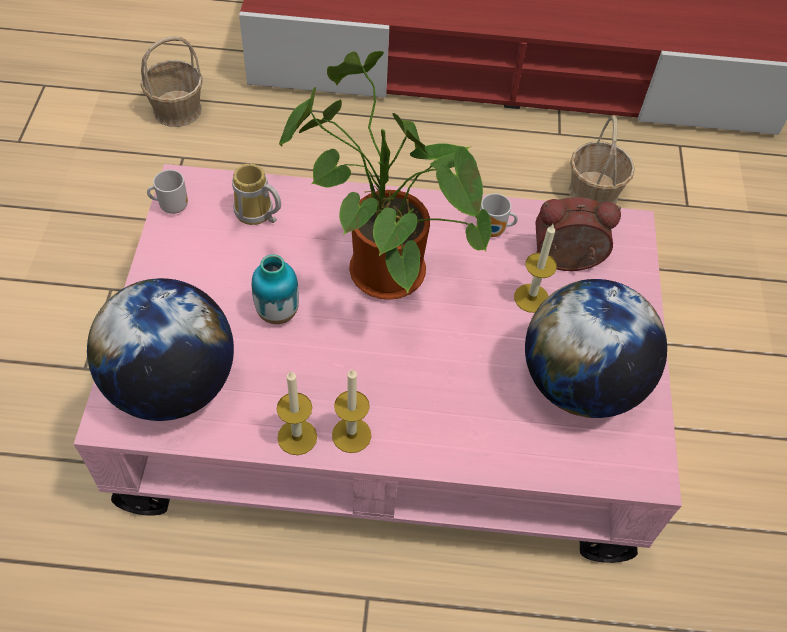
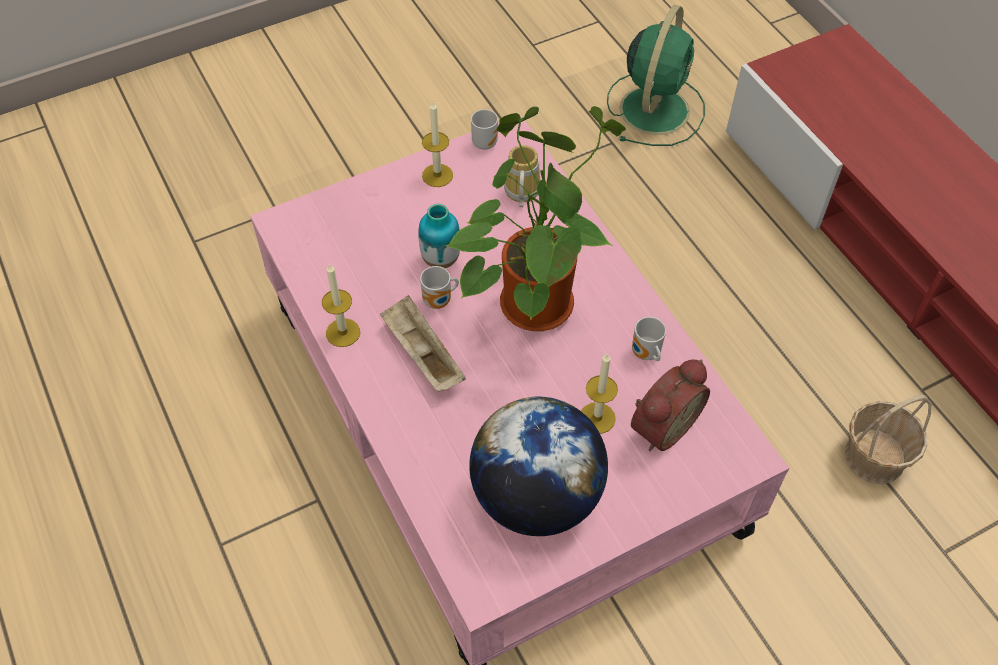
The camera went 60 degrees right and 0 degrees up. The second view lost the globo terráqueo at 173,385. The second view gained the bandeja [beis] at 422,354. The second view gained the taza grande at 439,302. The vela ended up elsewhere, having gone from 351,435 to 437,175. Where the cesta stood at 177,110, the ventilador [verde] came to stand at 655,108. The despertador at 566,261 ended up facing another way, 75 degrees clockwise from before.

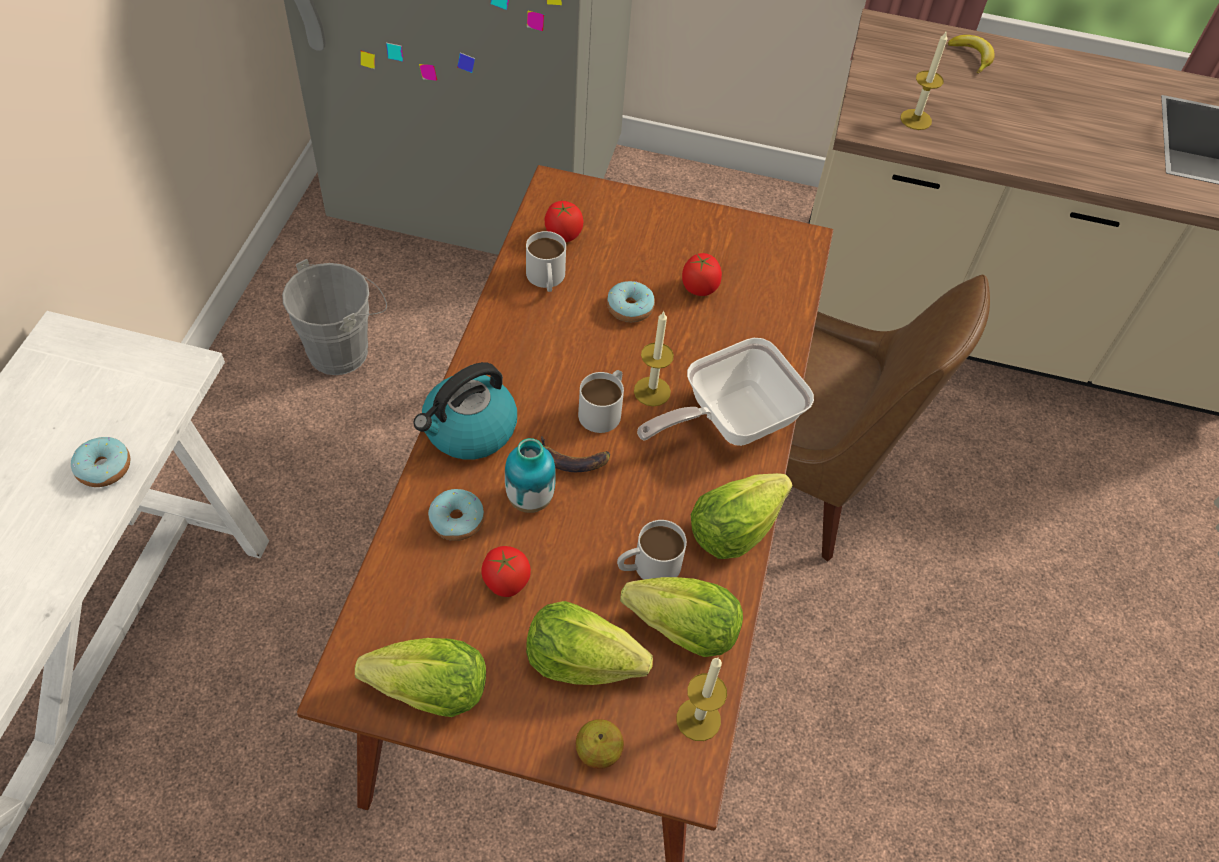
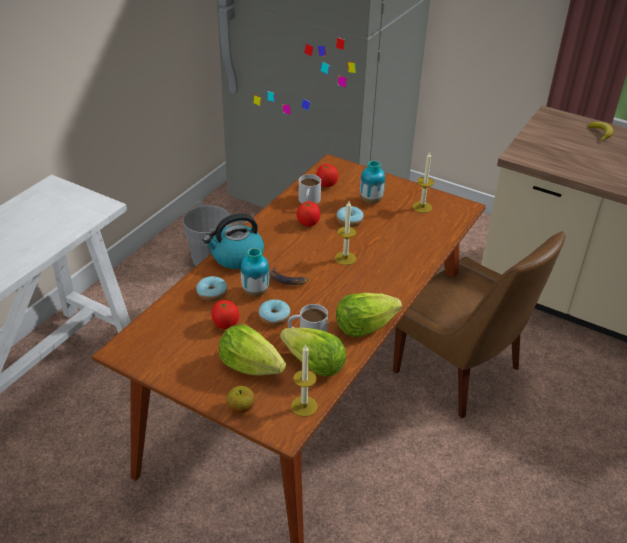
The camera went 20 degrees right and 15 degrees down. The second view lost the lechuga at 431,691. The second view lost the taza grande [blanco] at 604,409. The second view lost the sartén at 729,421. The second view gained the florero at 371,201. The rosquilla ended up elsewhere, having gone from 104,468 to 274,317. The tomate ended up elsewhere, having gone from 699,288 to 308,223. The vela ended up elsewhere, having gone from 916,119 to 422,207.

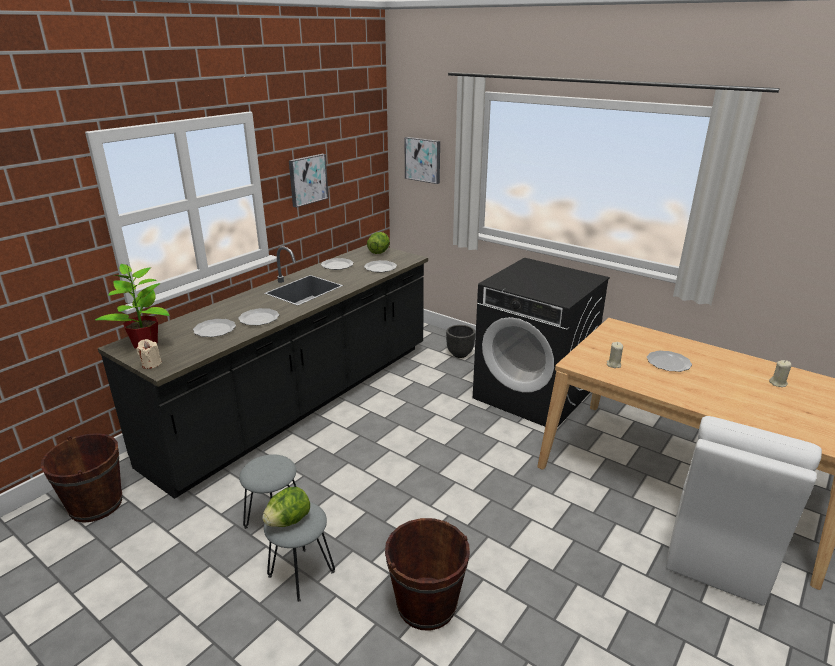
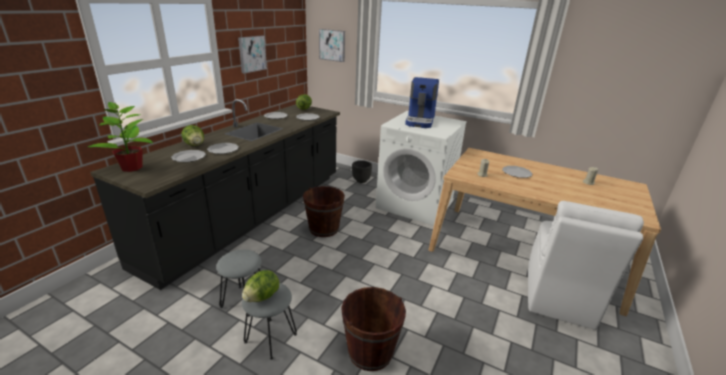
The camera went 10 degrees left and 0 degrees up. The second view lost the vela [beis] at 151,364. The second view gained the lechuga at 195,145. The second view gained the cafetera at 420,121. The cubo [marrón] ended up elsewhere, having gone from 96,505 to 324,229. What was the lavadora [negro] at 533,395 turned into the lavadora [blanco] at 415,204.

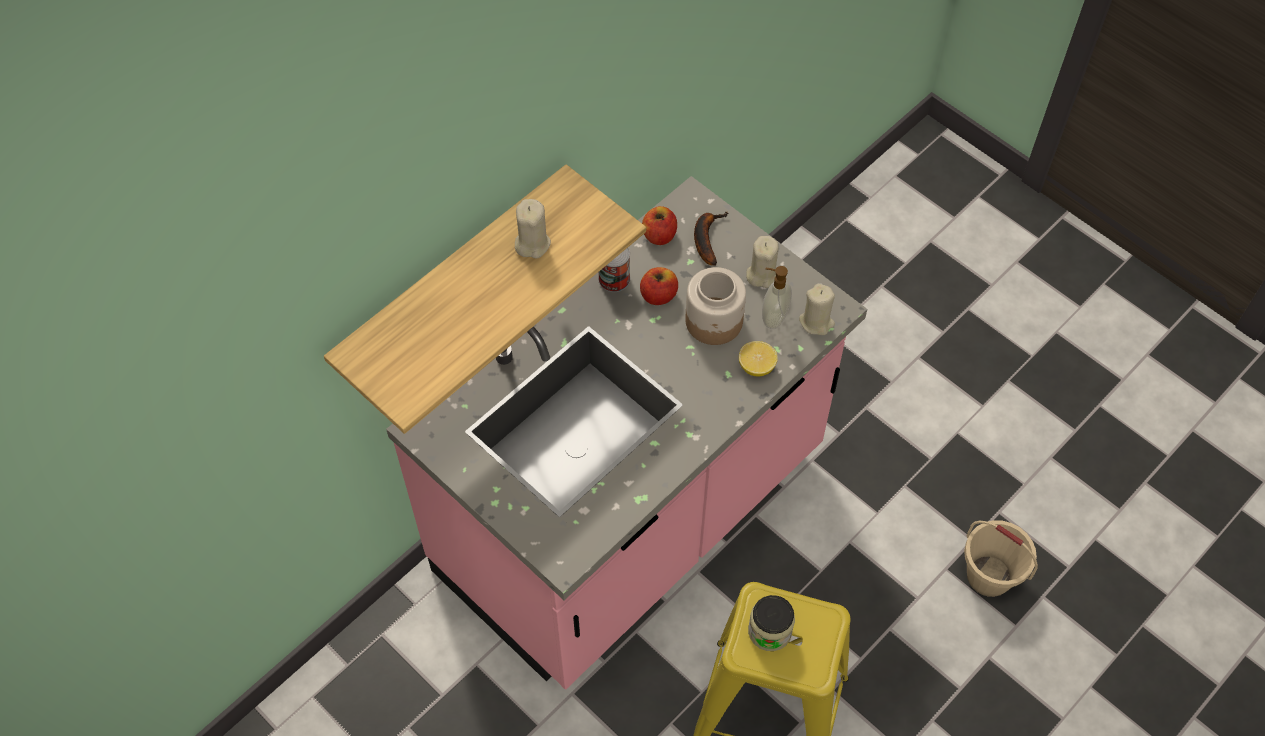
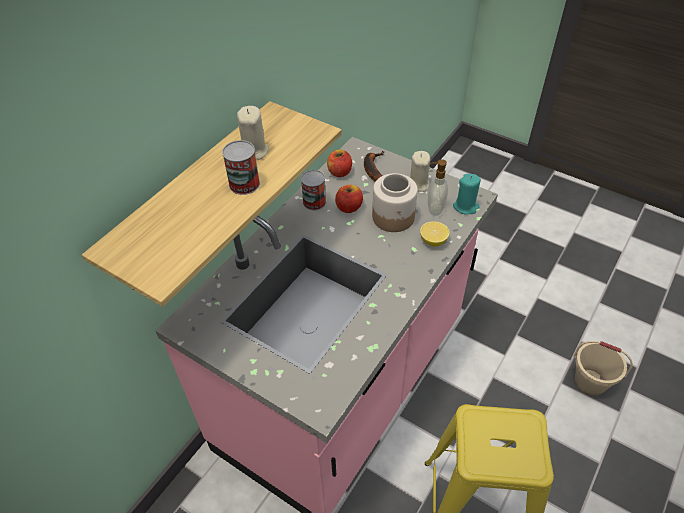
The camera went 10 degrees left and 10 degrees down. The second view lost the tarro at 769,631. The second view gained the lata at 244,184. What was the vela [beis] at 816,322 turned into the vela [turquesa] at 466,207.

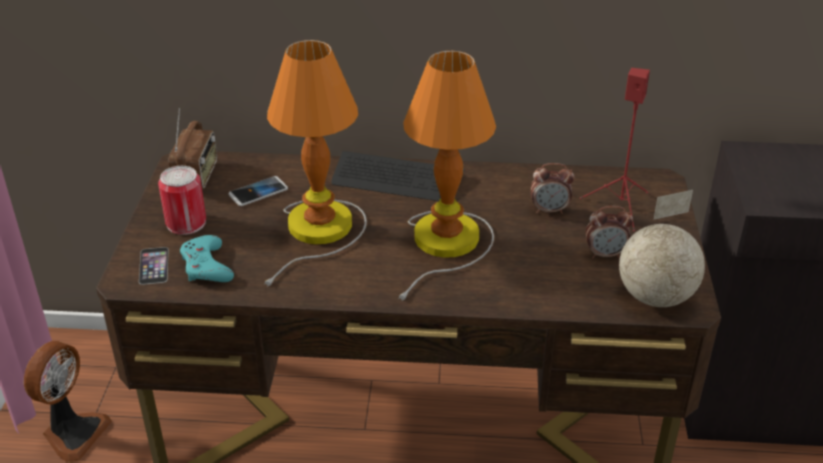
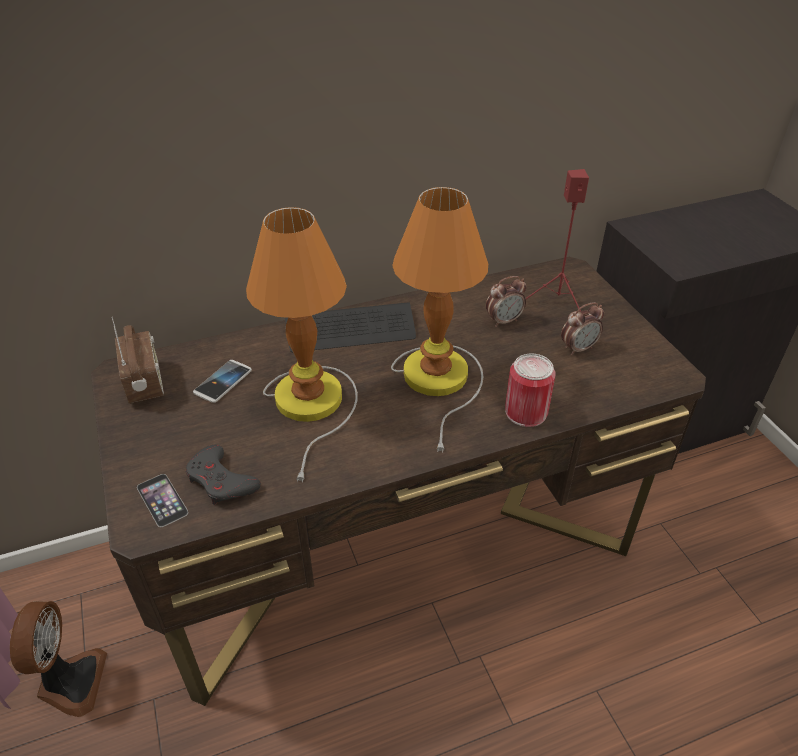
The camera went 25 degrees left and 5 degrees up. The second view lost the globo terráqueo at 656,297. The lata ended up elsewhere, having gone from 186,223 to 526,412. What was the mando de consola [turquesa] at 206,266 turned into the mando de consola [gris] at 221,481.

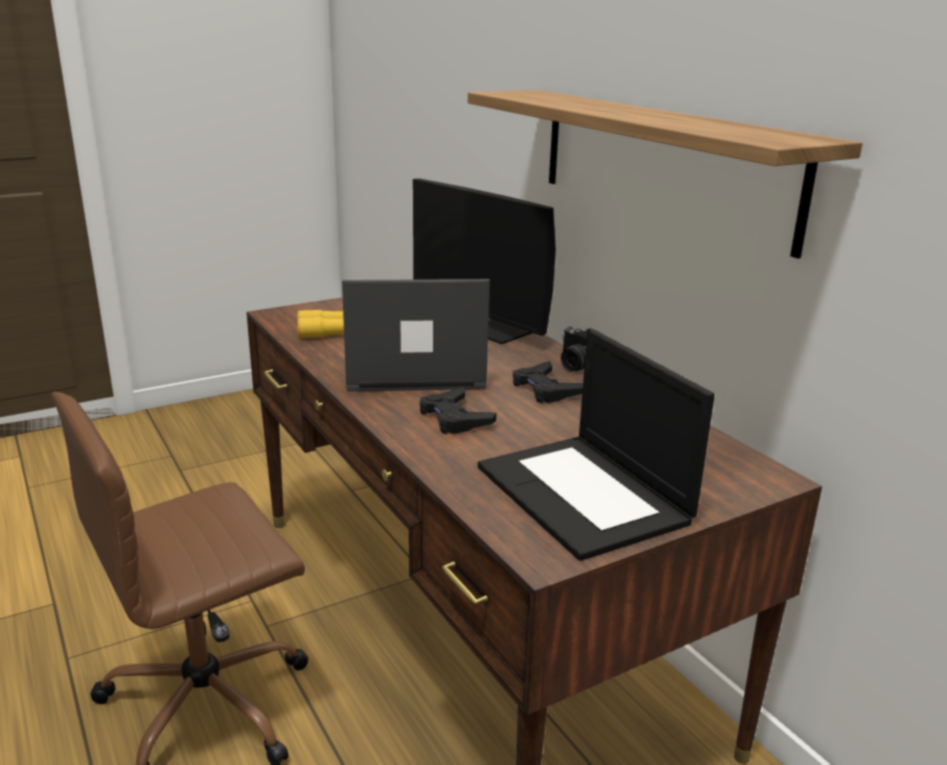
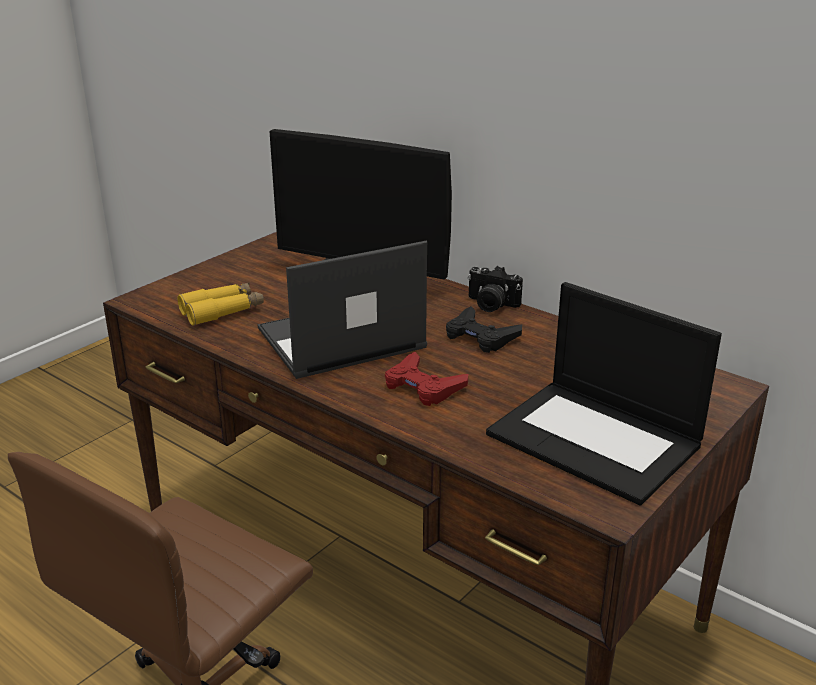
The camera went 20 degrees left and 5 degrees up. The second view lost the estante at 660,163. What was the mando de consola [negro] at 454,418 turned into the mando de consola [rojo] at 423,386.

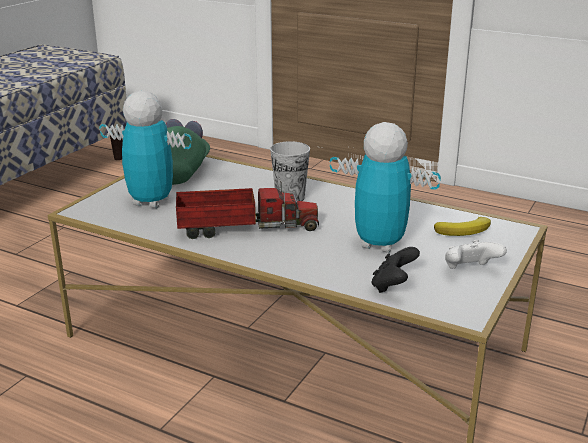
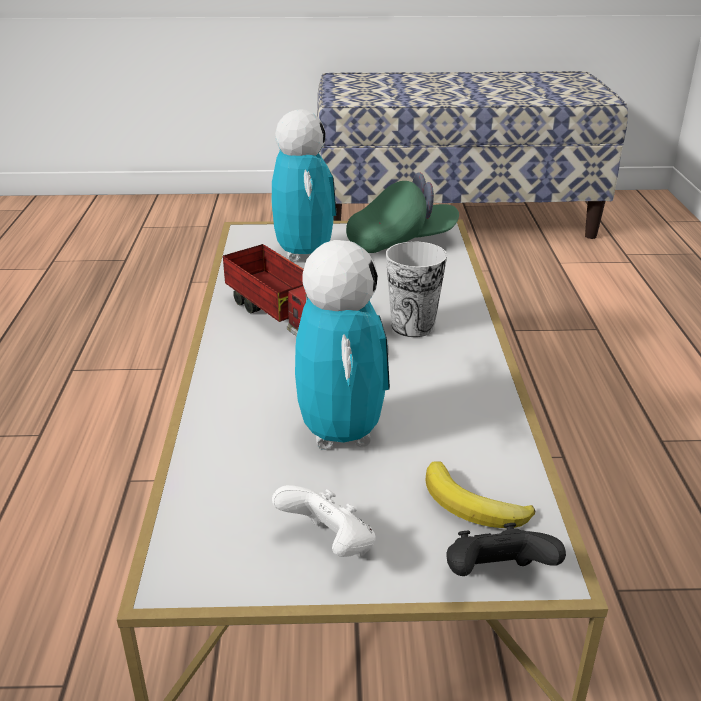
The camera went 60 degrees right and 5 degrees up. The mando de consola [negro] ended up elsewhere, having gone from 393,286 to 496,578.

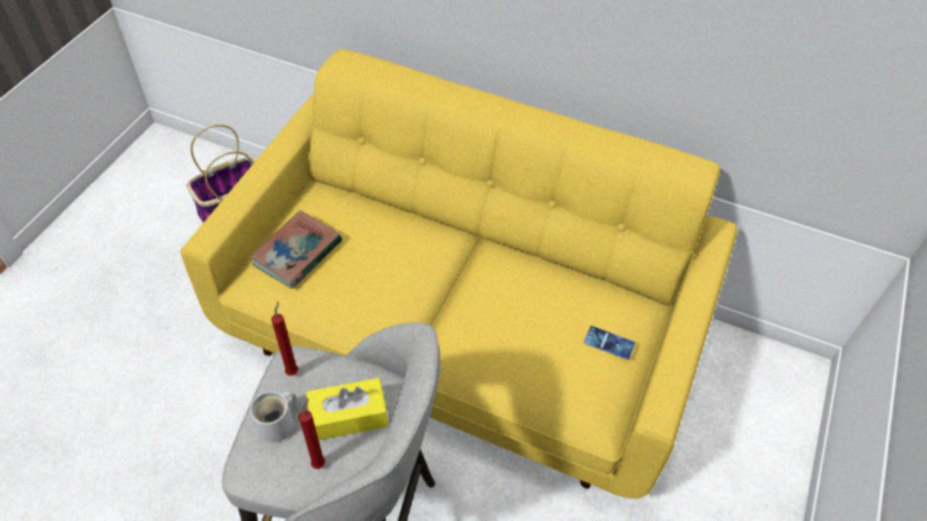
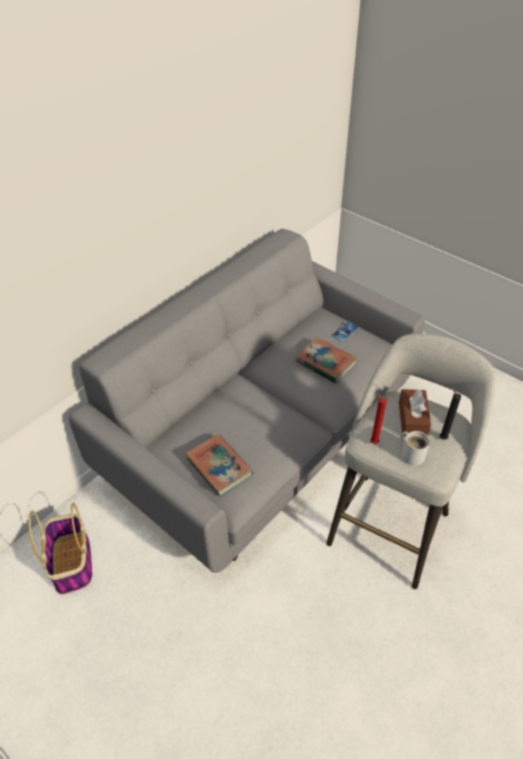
The camera went 70 degrees left and 5 degrees down. The second view gained the libro at 325,363. What was the sofá [amarillo] at 462,335 turned into the sofá [gris] at 262,436. What was the vela [rojo] at 319,462 turned into the vela [negro] at 441,437. What was the caja de pañuelos [amarillo] at 348,416 turned into the caja de pañuelos [marrón] at 412,419.

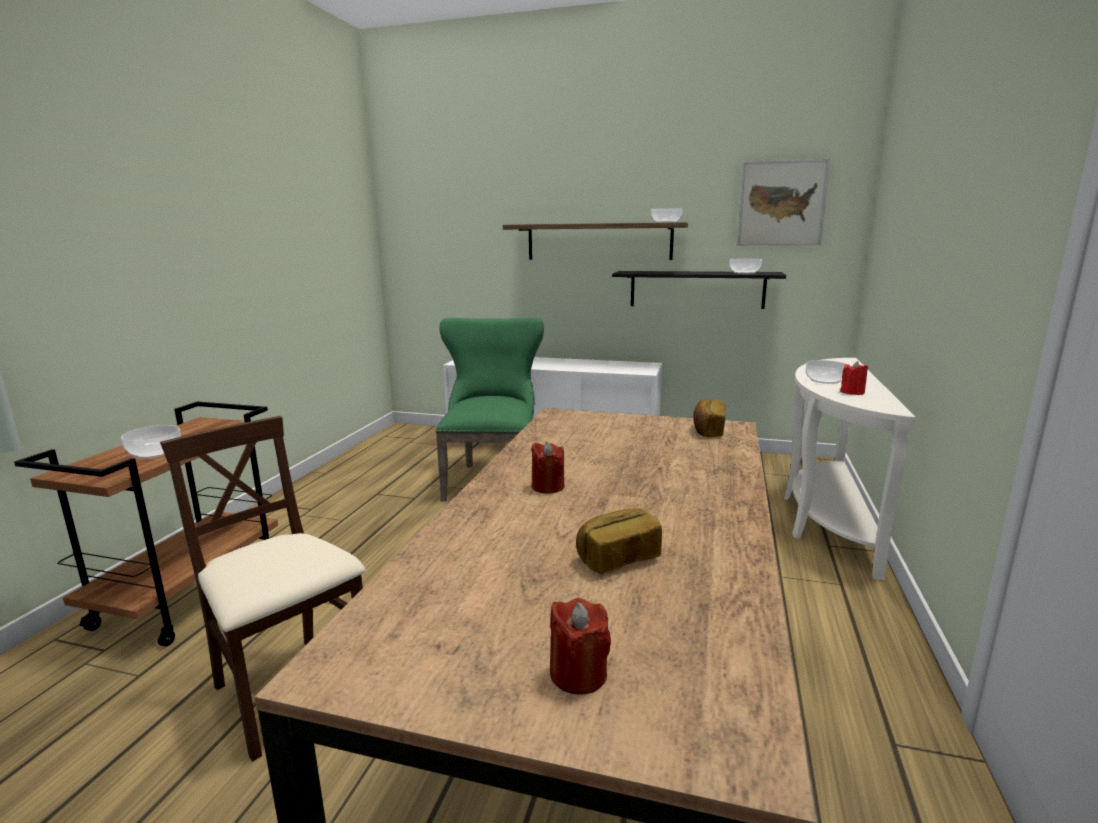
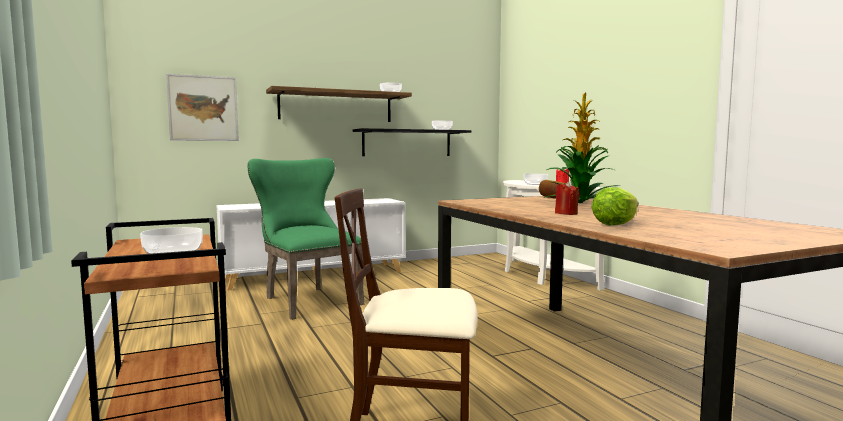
The camera went 40 degrees left and 10 degrees down. The second view lost the vela [rojo] at 578,674. The second view lost the pan at 618,558. The second view gained the planta en maceta at 581,203. The second view gained the lechuga at 615,224. The cuadro ended up elsewhere, having gone from 781,203 to 203,108.

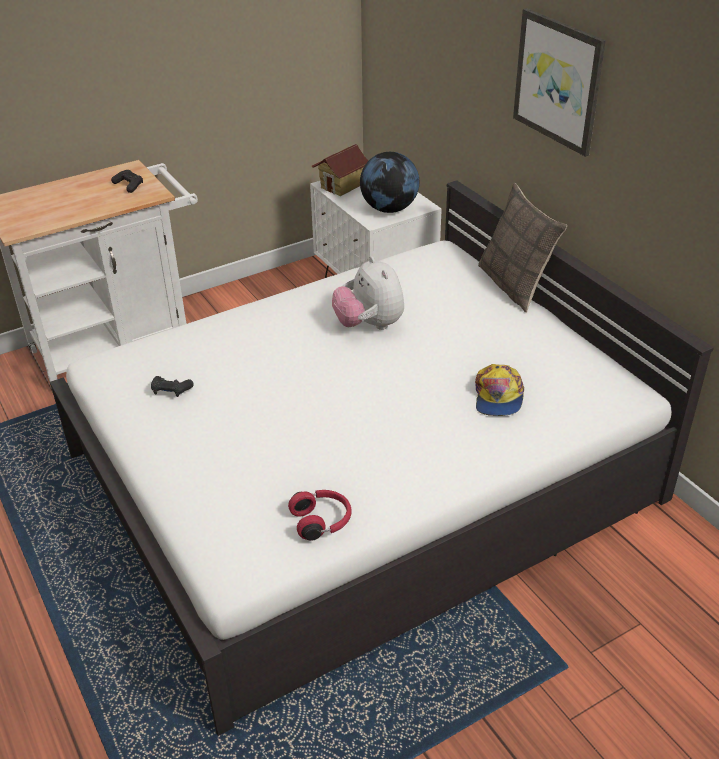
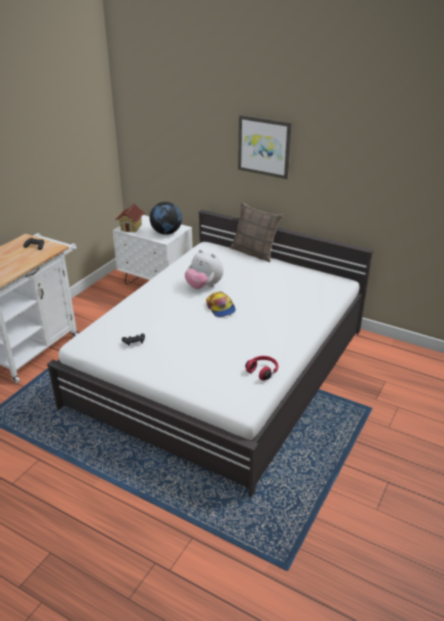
The camera went 30 degrees left and 5 degrees down. The gorra ended up elsewhere, having gone from 498,397 to 221,308.

